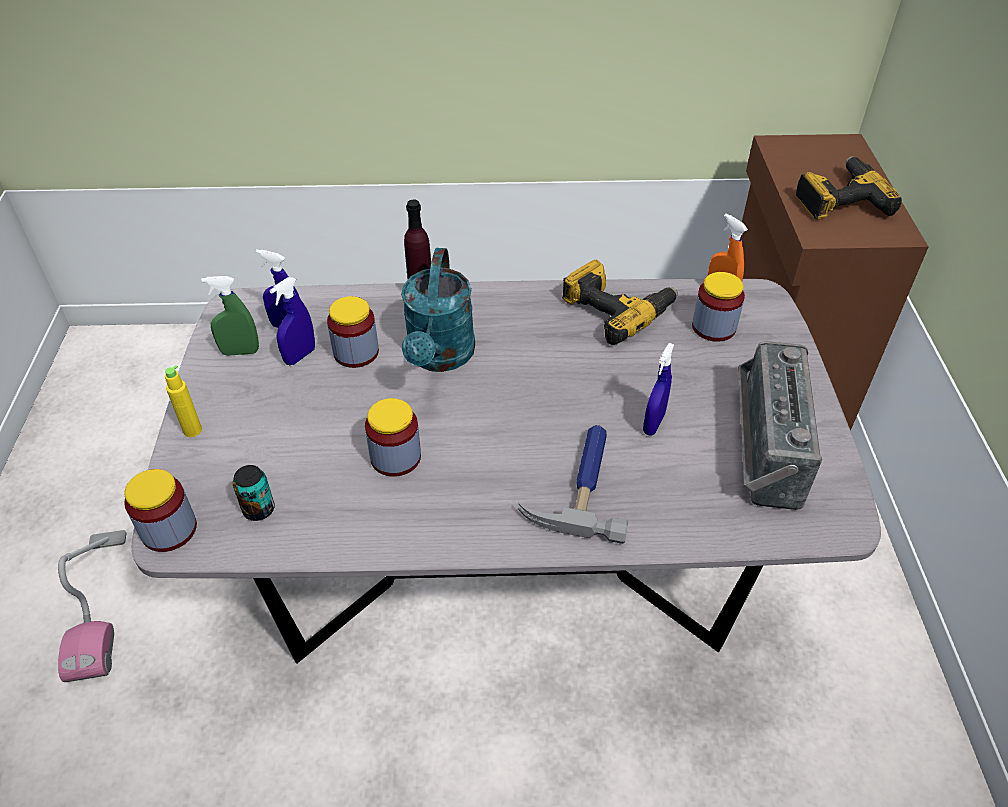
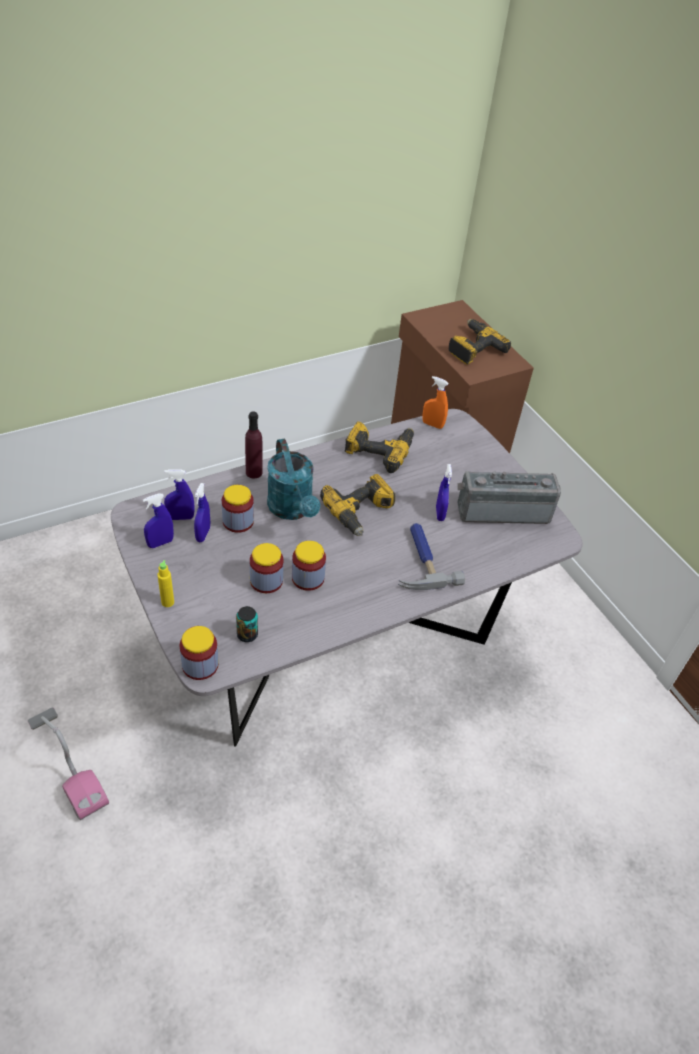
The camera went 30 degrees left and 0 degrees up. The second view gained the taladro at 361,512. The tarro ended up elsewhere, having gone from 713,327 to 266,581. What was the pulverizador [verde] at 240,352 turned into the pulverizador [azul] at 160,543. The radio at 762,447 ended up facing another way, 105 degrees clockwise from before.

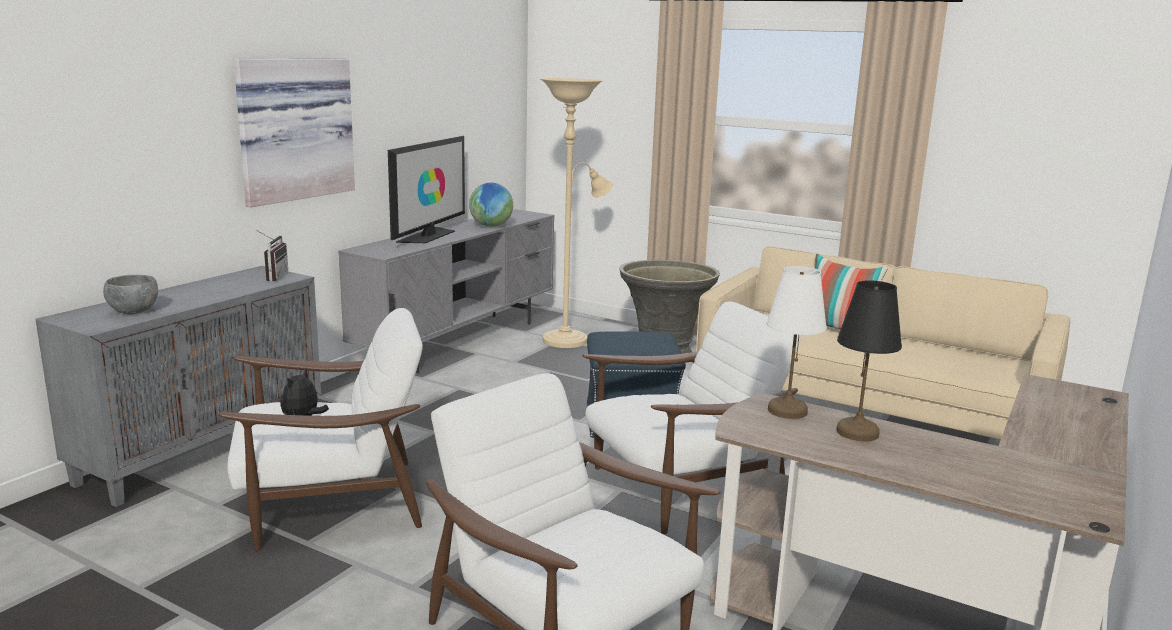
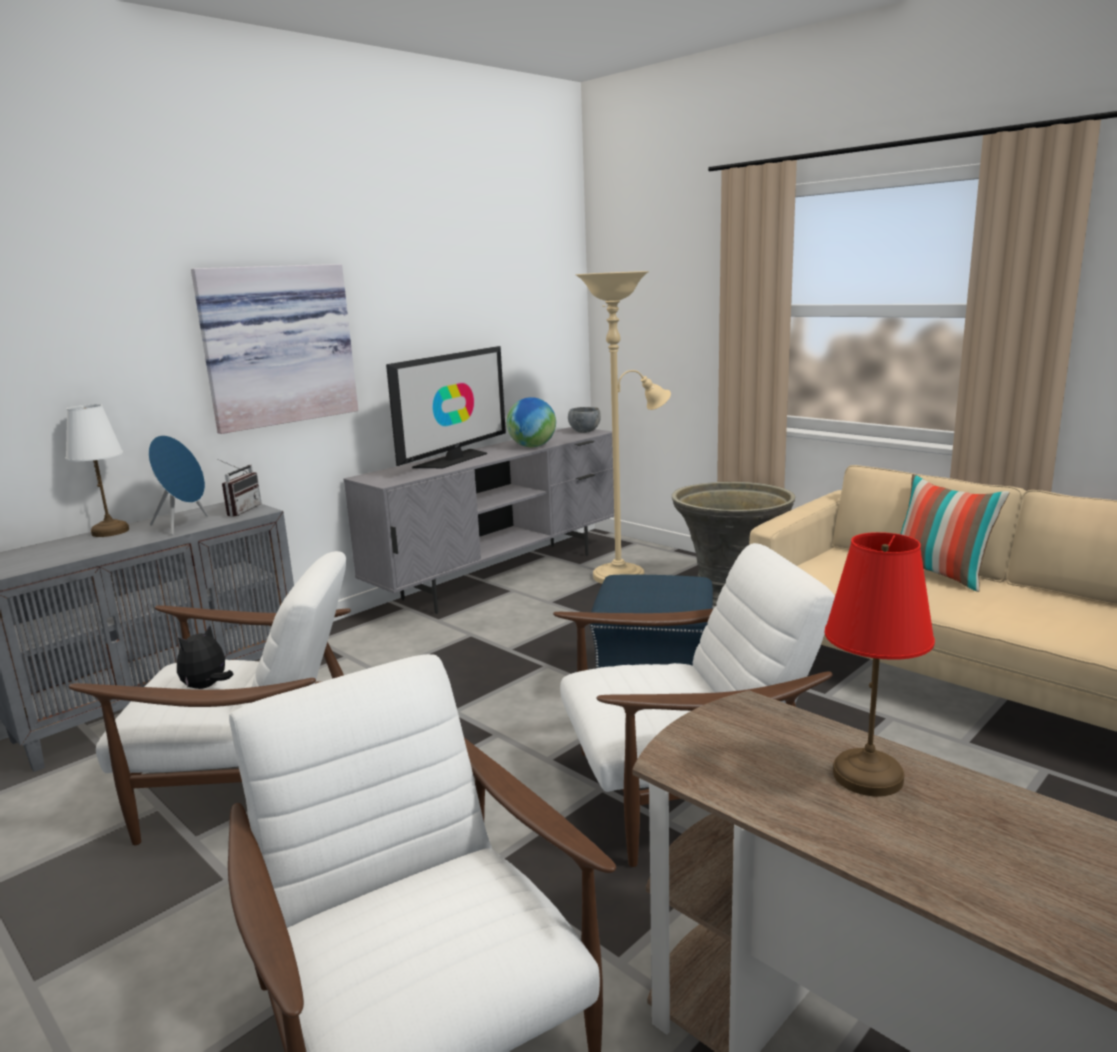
The camera went 15 degrees right and 0 degrees up. The second view gained the altavoz [azul] at 184,525. The cuenco [gris] ended up elsewhere, having gone from 133,311 to 584,431. The lámpara de mesa [blanco] ended up elsewhere, having gone from 786,410 to 110,531. What was the lámpara de mesa [negro] at 858,432 turned into the lámpara de mesa [rojo] at 869,777.

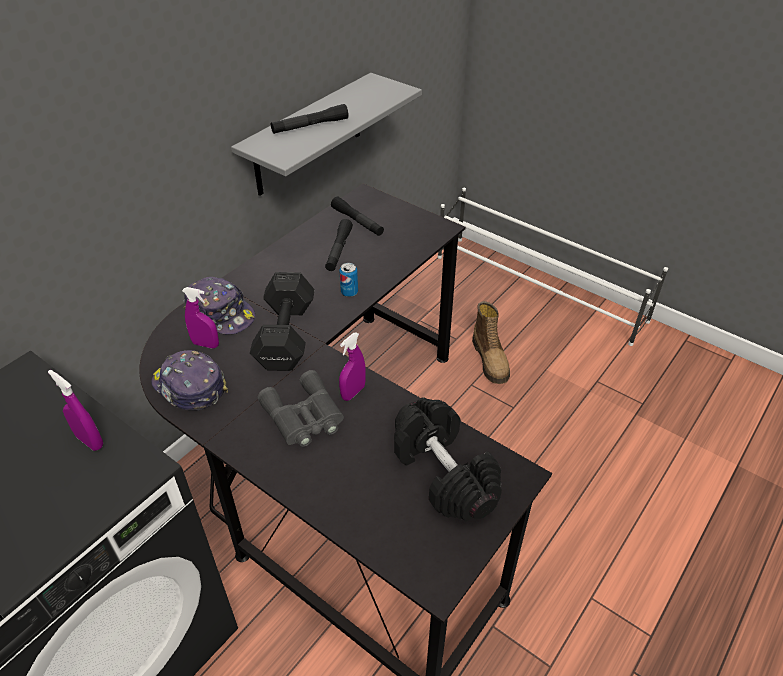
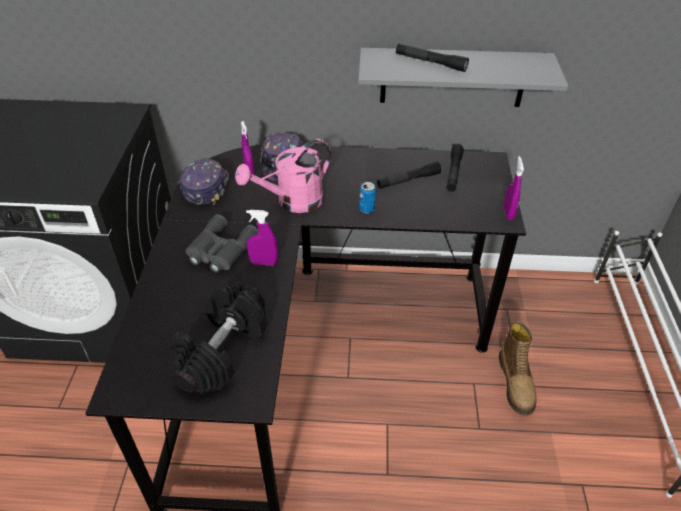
The camera went 55 degrees right and 0 degrees up. The pulverizador [morado] ended up elsewhere, having gone from 90,441 to 508,213. Where the mancuerna [negro] stood at 287,334, the regadera [rosa] came to stand at 292,202. The bota at 491,360 ended up facing another way, 45 degrees counterclockwise from before.

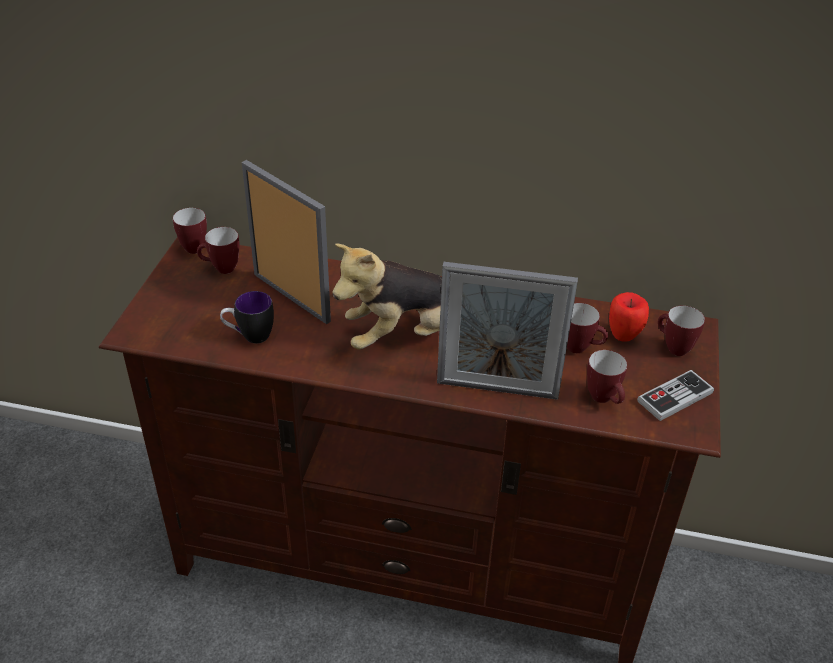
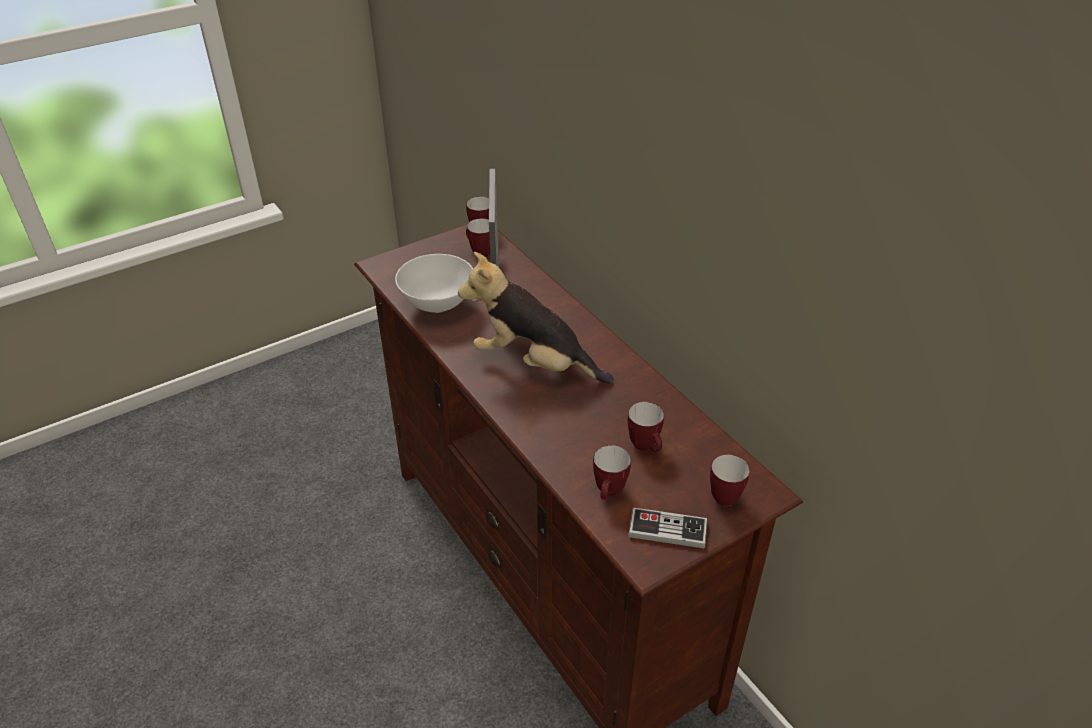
The camera went 45 degrees right and 0 degrees up. The second view lost the portarretratos at 497,389. The second view lost the manzana at 623,335. Where the taza grande stood at 249,336, the cuenco [blanco] came to stand at 438,305.

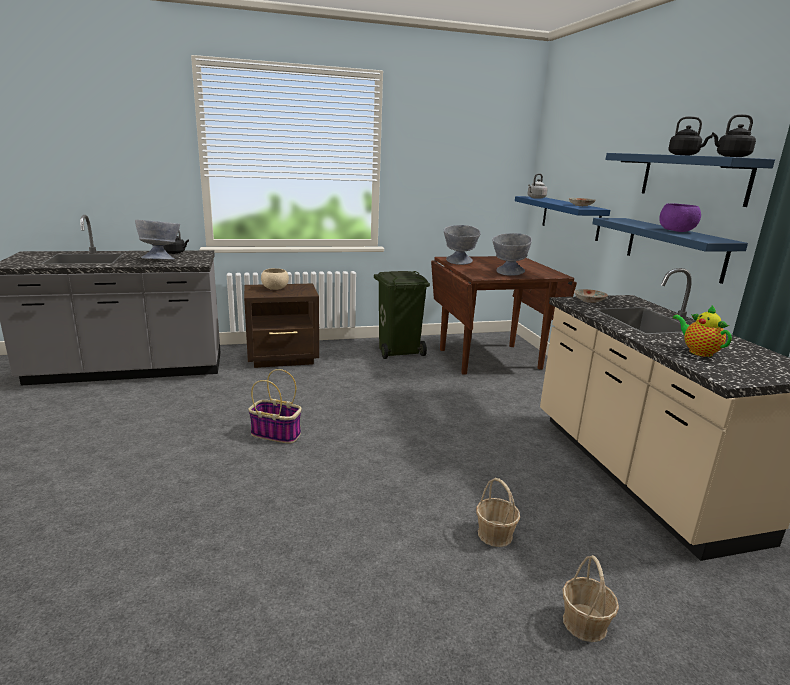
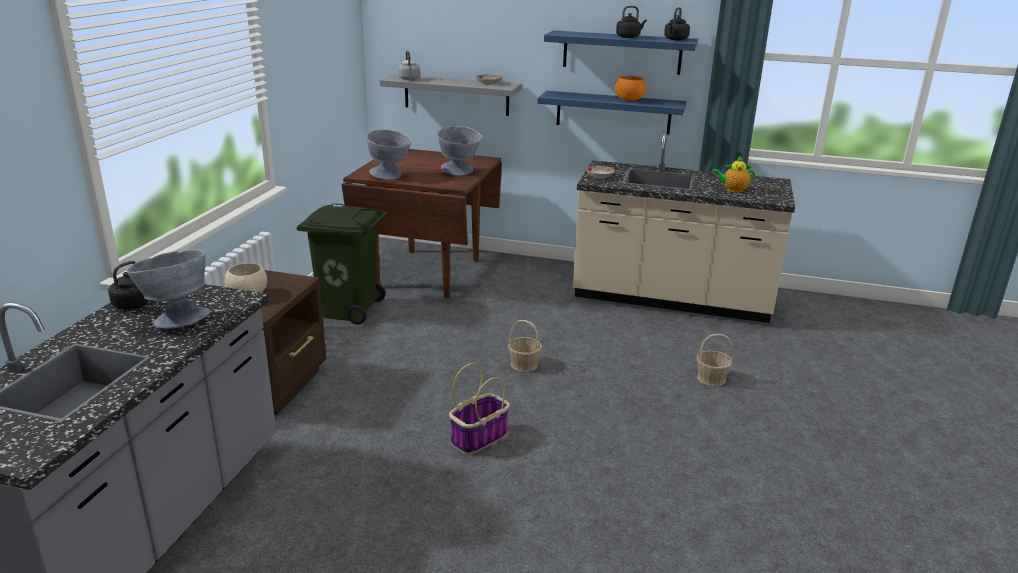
The camera went 60 degrees left and 5 degrees up. The cesta ended up elsewhere, having gone from 584,623 to 524,364. What was the estante [azul] at 570,217 turned into the estante [gris] at 456,95. What was the cuenco [morado] at 676,231 turned into the cuenco [naranja] at 629,99.

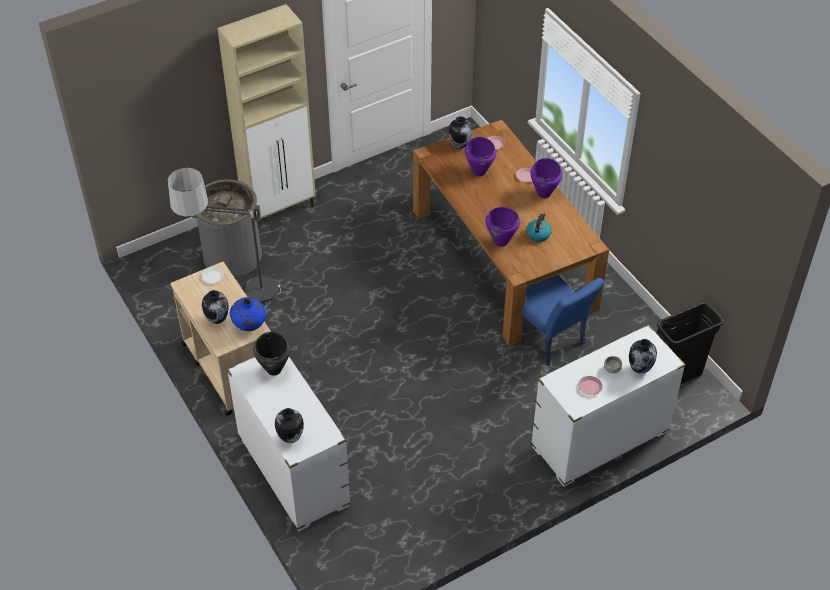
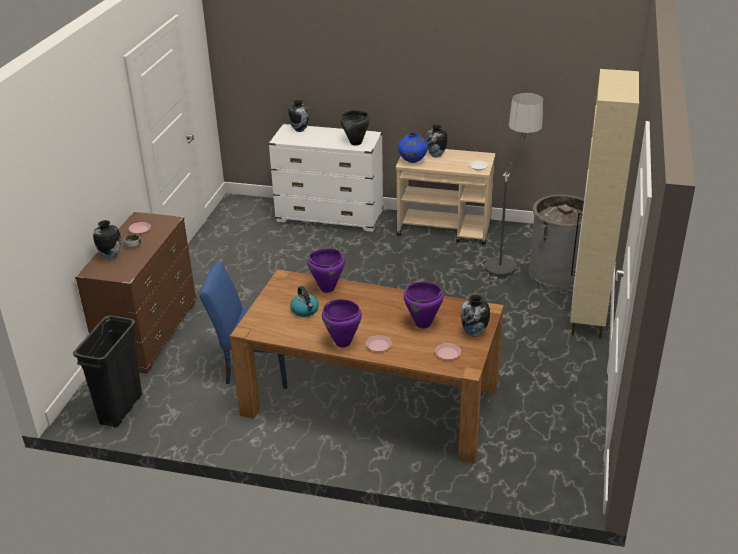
The camera went 135 degrees right and 15 degrees down. What was the cómoda [blanco] at 599,440 turned into the cómoda [marrón] at 149,334.

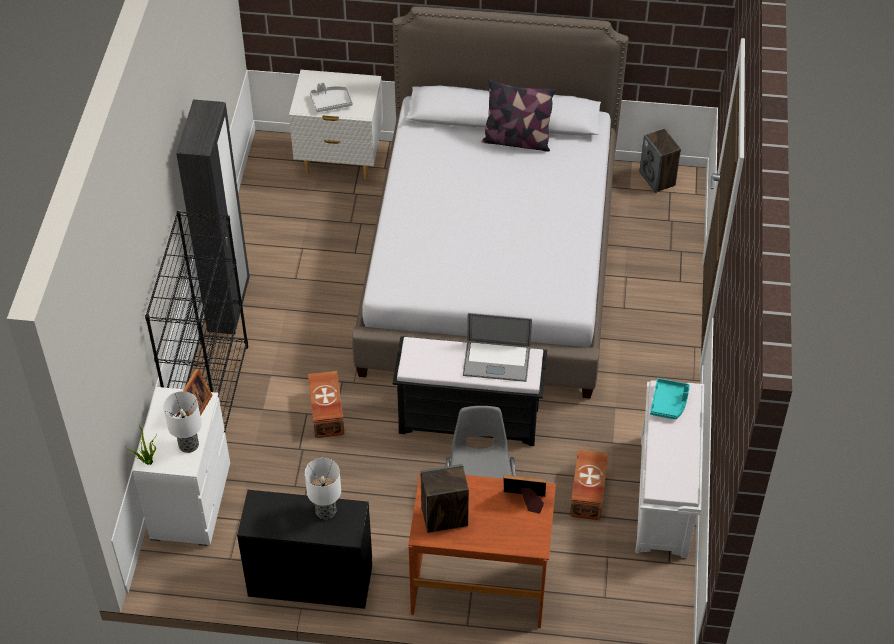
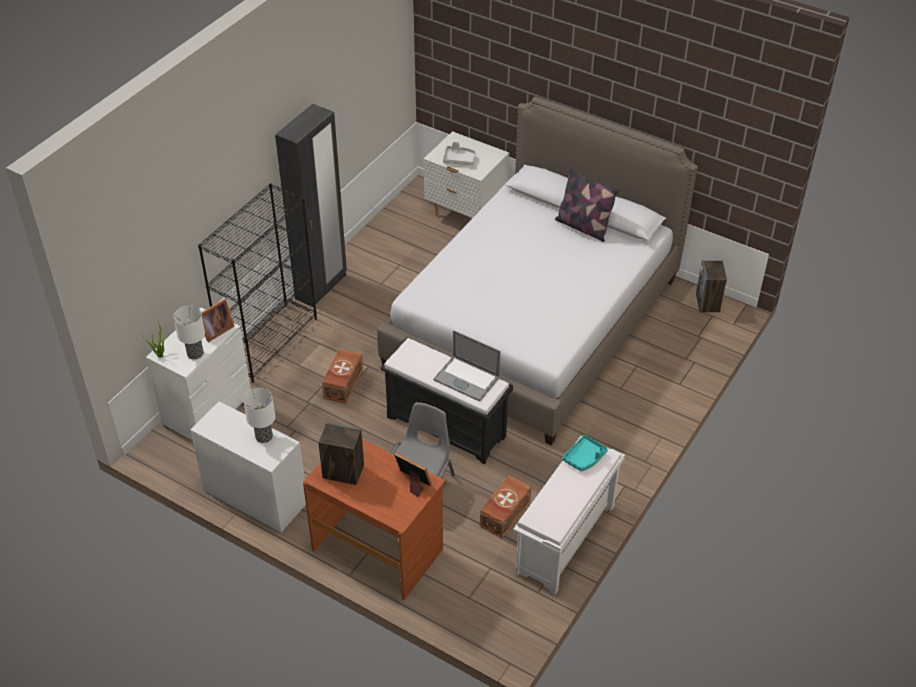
The camera went 25 degrees right and 5 degrees down. What was the cómoda [negro] at 310,579 turned into the cómoda [blanco] at 255,495.

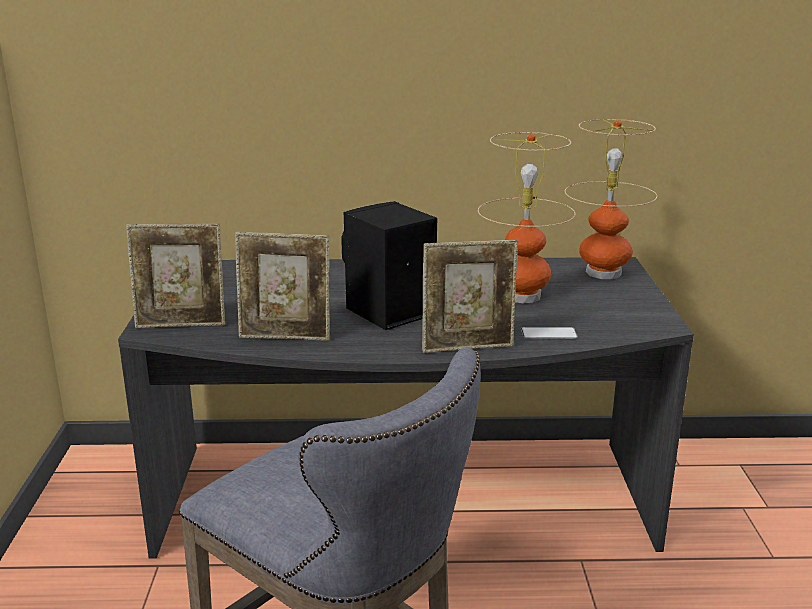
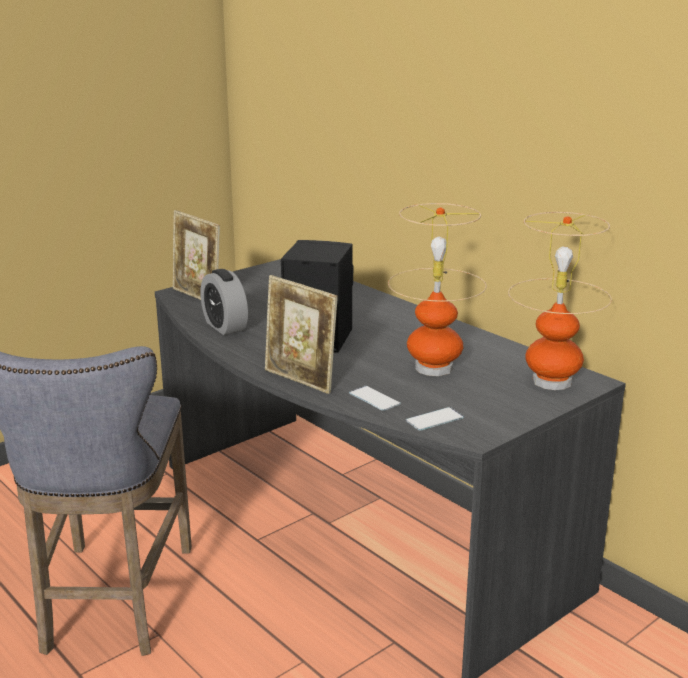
The camera went 50 degrees right and 0 degrees up. The second view gained the móvil at 434,419. Where the portarretratos stood at 286,337, the despertador came to stand at 225,326.

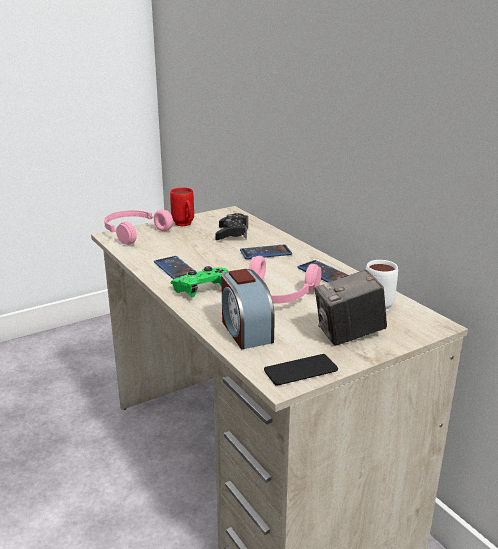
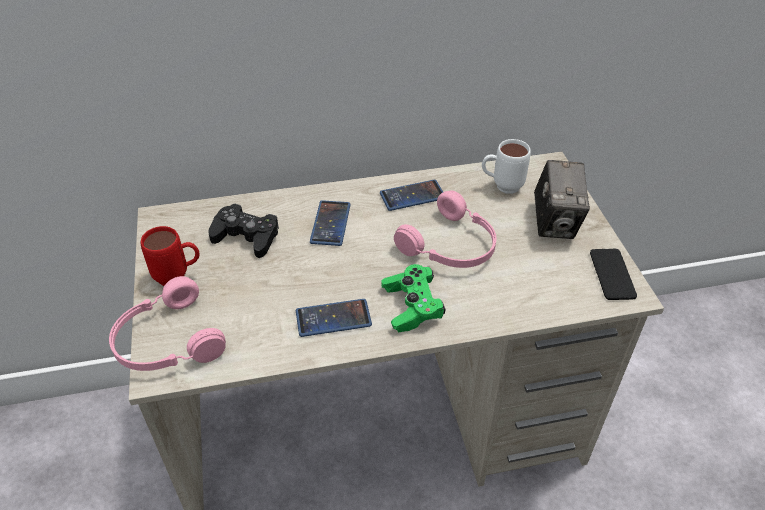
The camera went 70 degrees left and 20 degrees up. The second view lost the despertador at 245,331.

